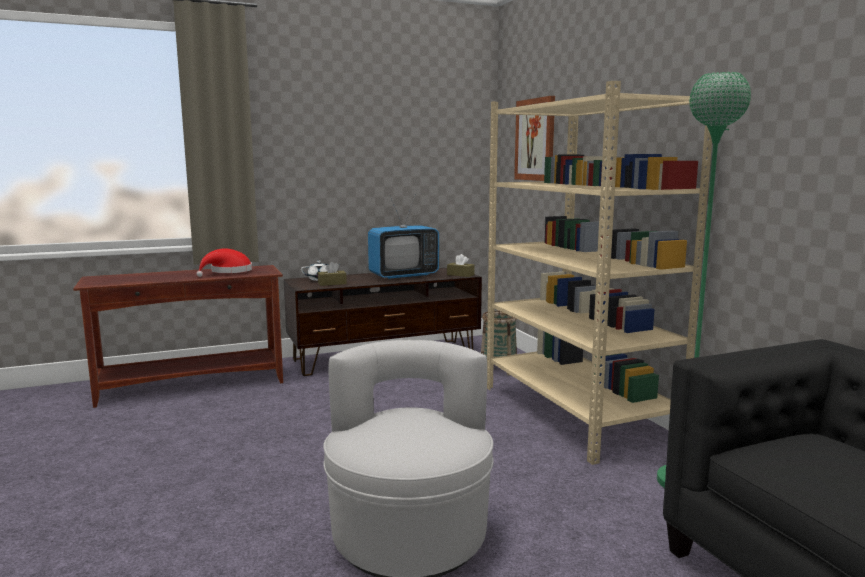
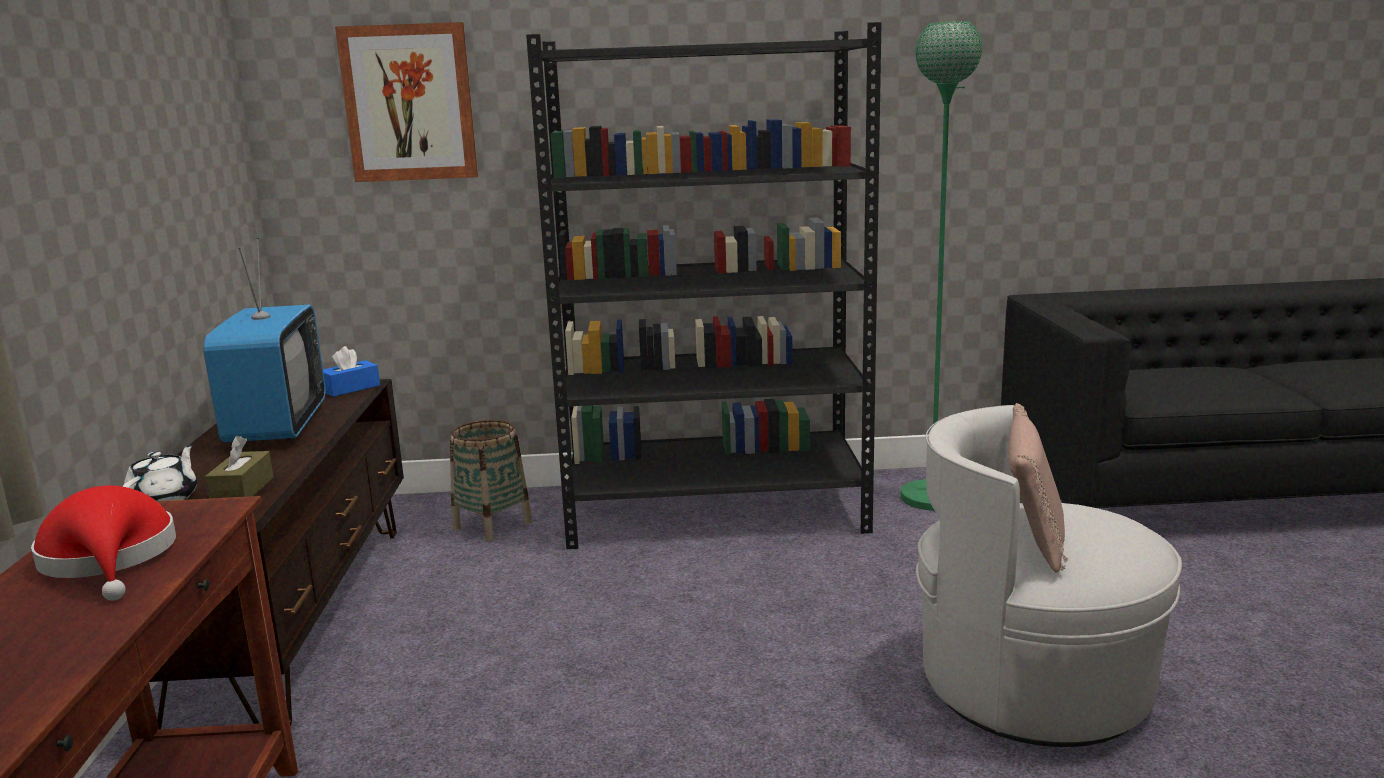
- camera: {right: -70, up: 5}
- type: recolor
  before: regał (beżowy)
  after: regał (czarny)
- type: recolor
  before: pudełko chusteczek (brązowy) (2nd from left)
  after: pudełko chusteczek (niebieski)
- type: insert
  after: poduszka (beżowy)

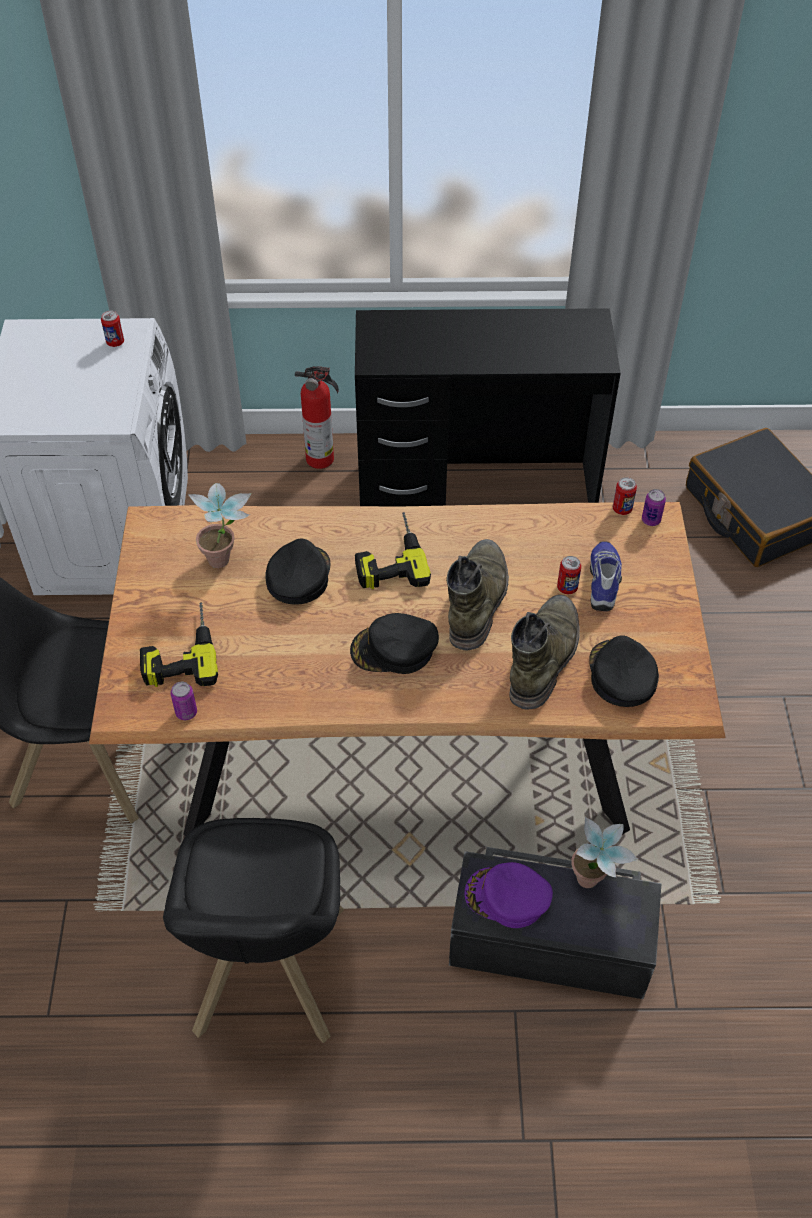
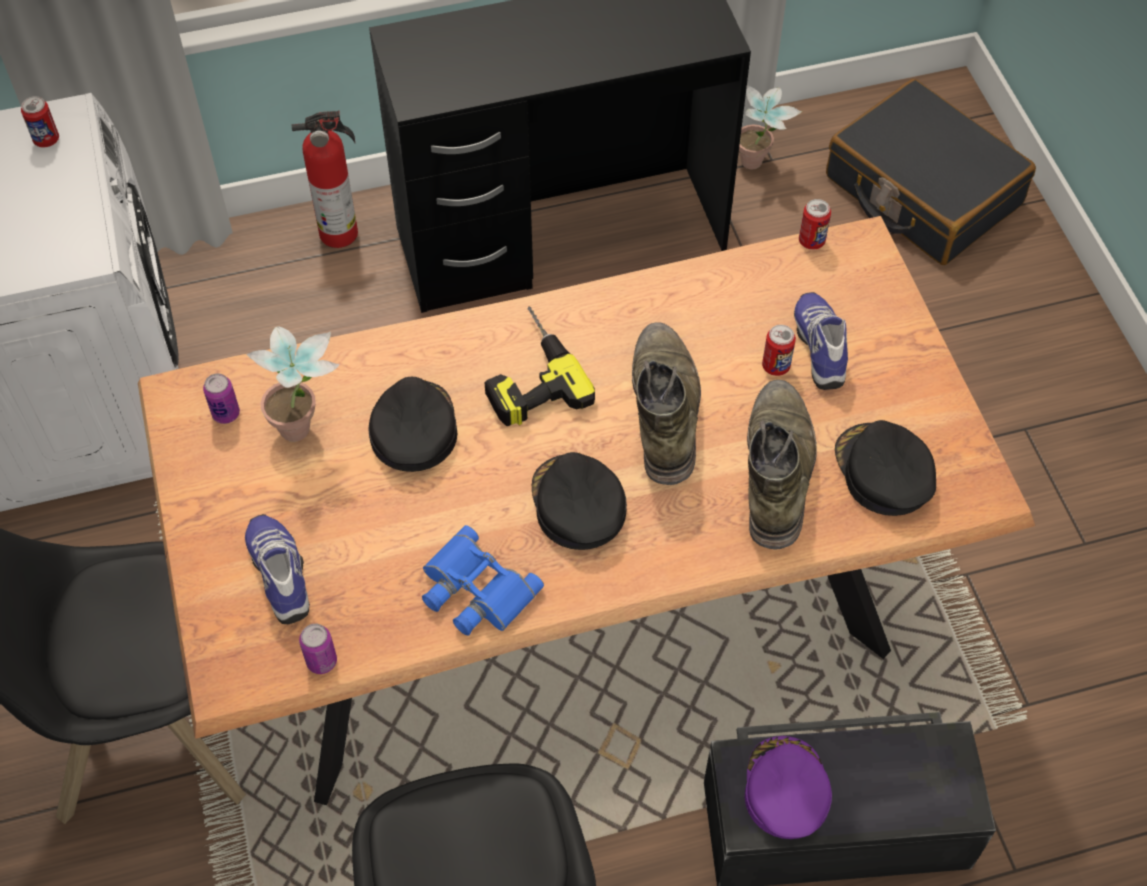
- camera: {right: -15, up: 5}
- type: move
  before: puszka (5th from left in the first image)
  after: puszka (2nd from left)
- type: replace
  before: wiertarka (1st from left)
  after: but (1st from left)
- type: rotate
  before: czapka z daszkiem (czarny) (2nd from left)
  turn: 90
- type: move
  before: roślina doniczkowa (2nd from left)
- type: rotate
  before: czapka z daszkiem (fioletowy)
  turn: 90
- type: insert
  after: lornetka (niebieski)

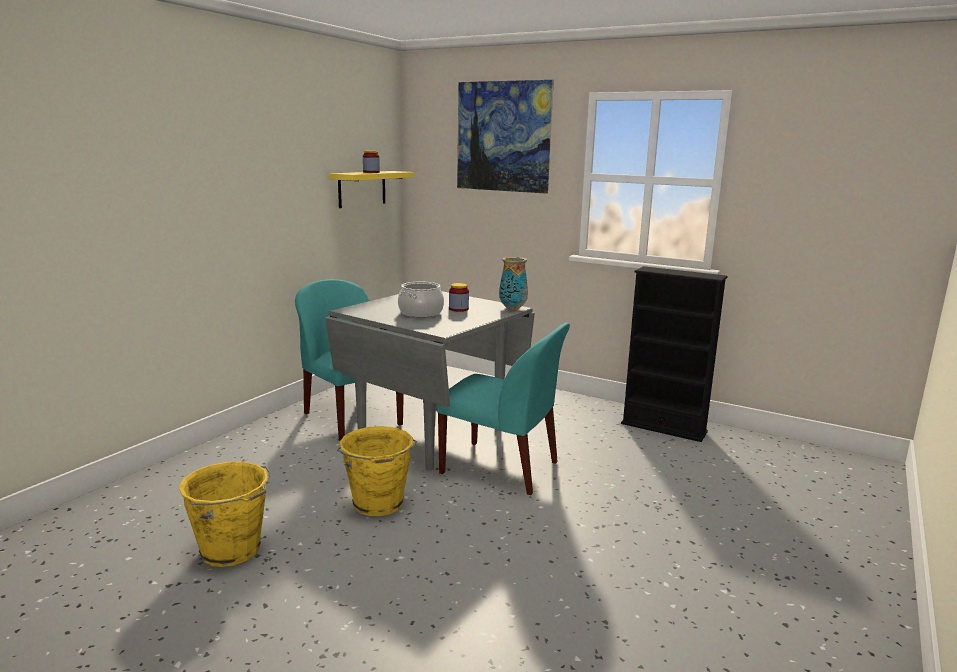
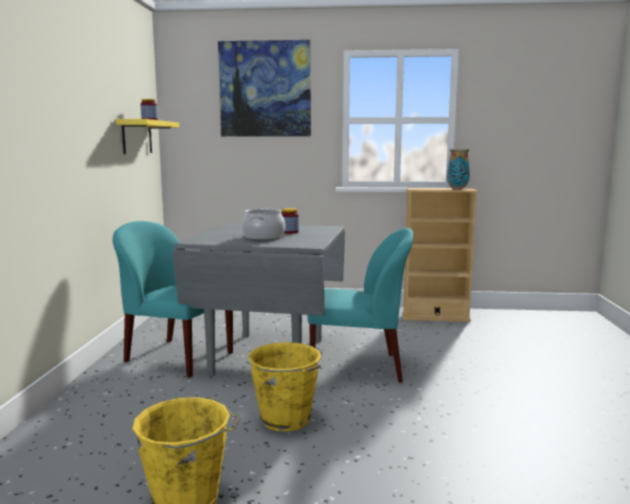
- camera: {right: -25, up: -5}
- type: move
  before: wazon
- type: recolor
  before: regał (czarny)
  after: regał (beżowy)

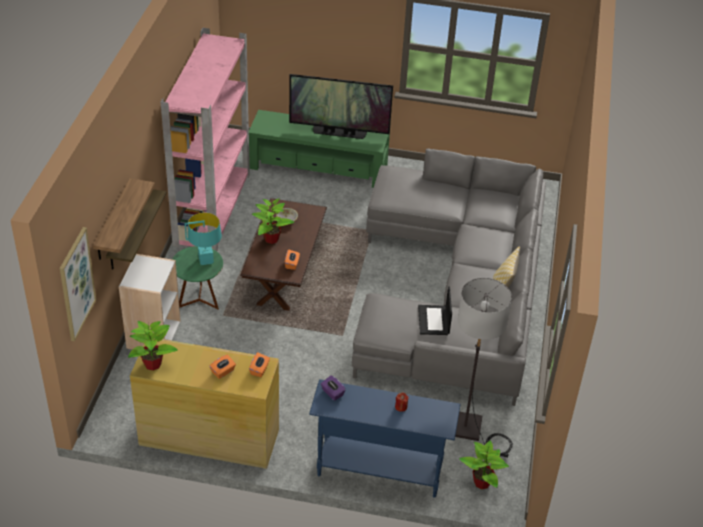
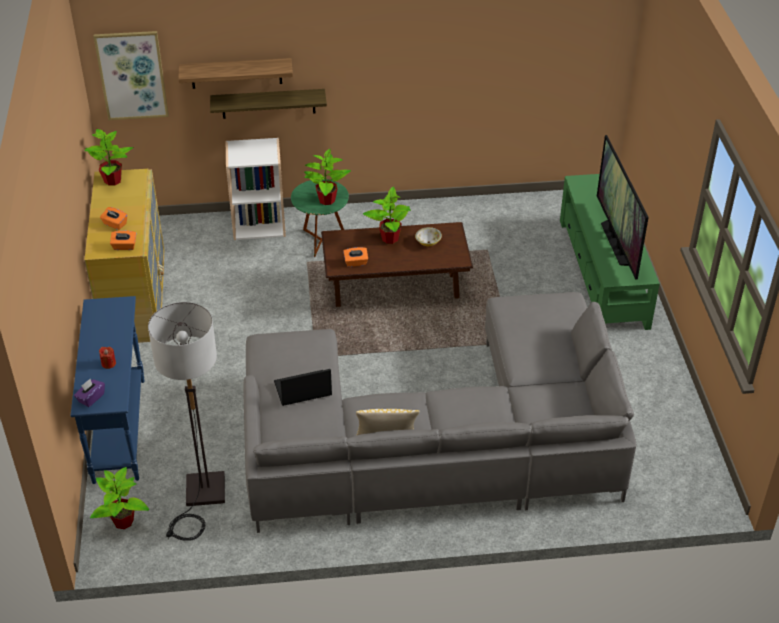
- camera: {right: 75, up: 0}
- type: delete
  before: regał (różowy)
- type: replace
  before: lampa stołowa (turkusowy)
  after: roślina doniczkowa (3rd from left)
- type: move
  before: pudełko chusteczek (fioletowy)

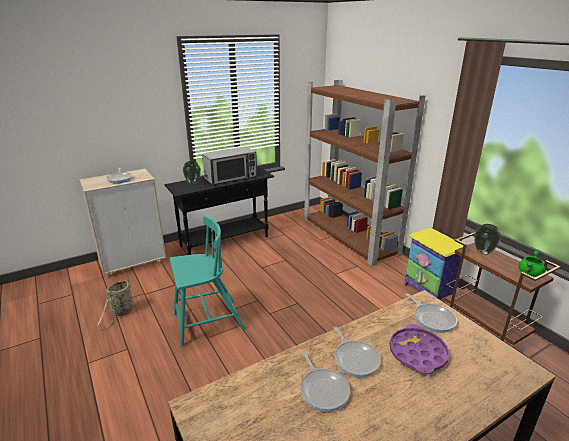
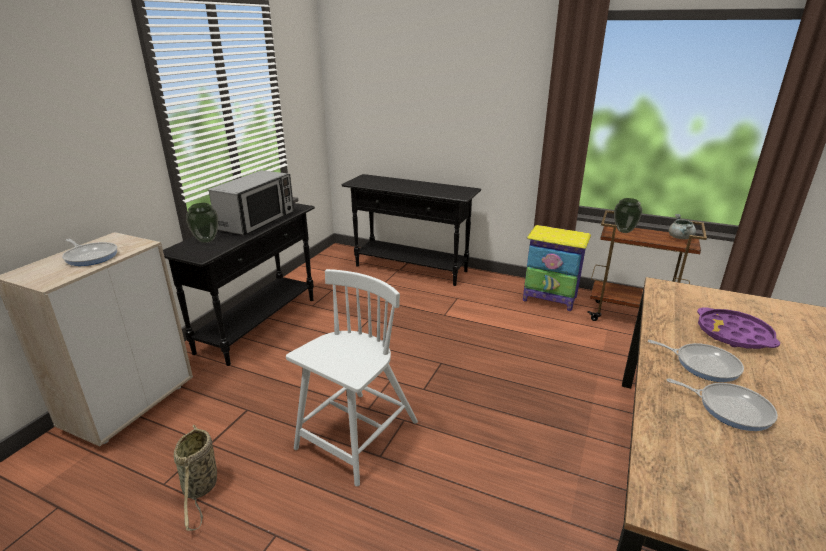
- camera: {right: -35, up: 0}
- type: replace
  before: regał (brązowy)
  after: stolik konsolowy (czarny) (2nd from left)
- type: recolor
  before: krzesło (turkusowy)
  after: krzesło (biały)
- type: recolor
  before: garnek (zielony)
  after: garnek (szary)
- type: delete
  before: patelnia (4th from left)

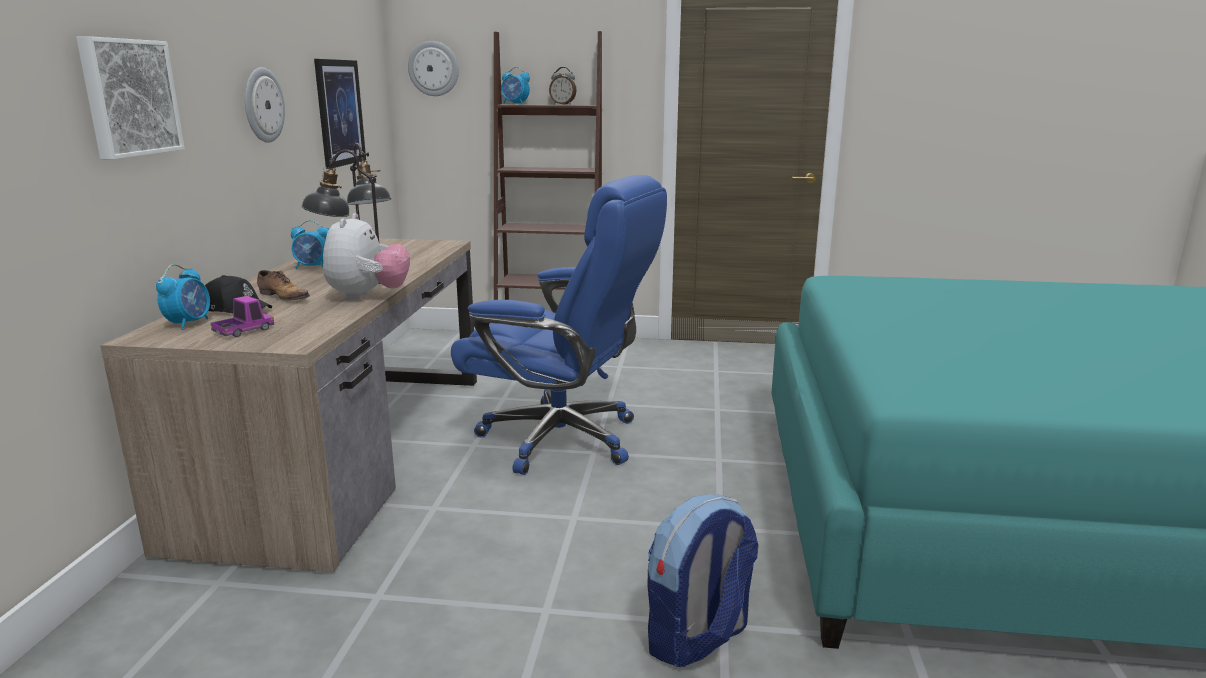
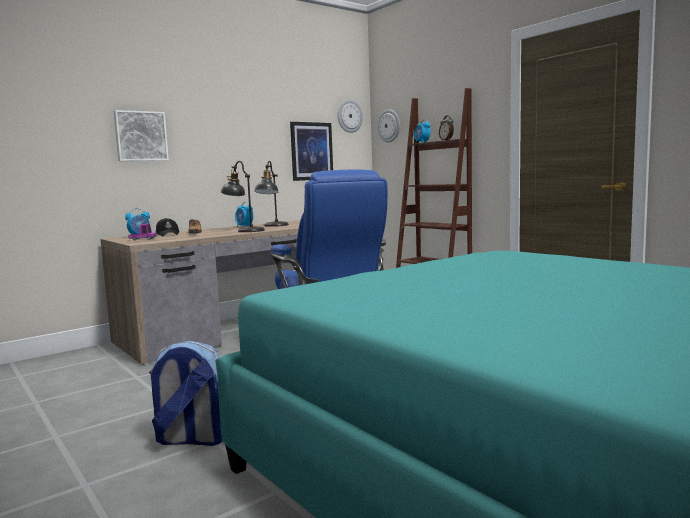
- camera: {right: 45, up: -10}
- type: move
  before: zegar ścienny (1st from left)
- type: delete
  before: pluszak

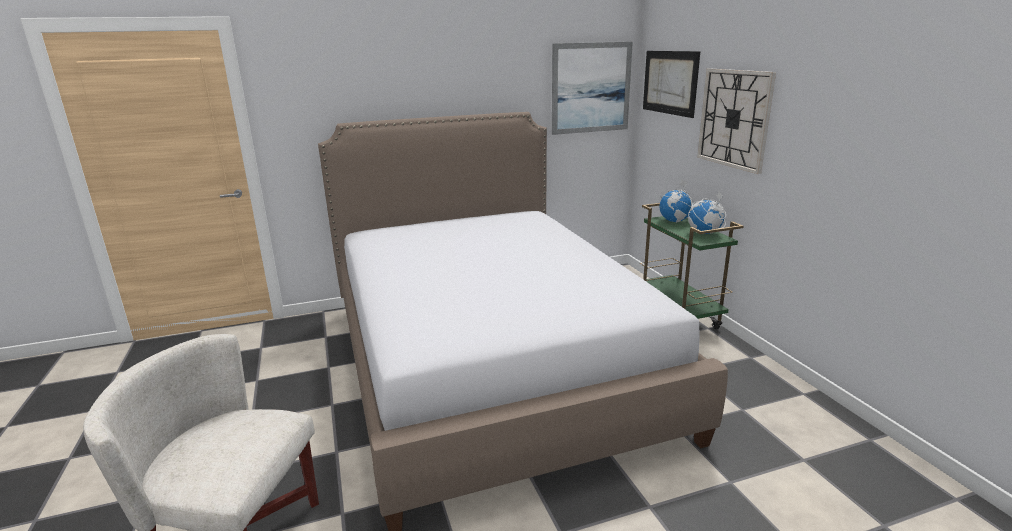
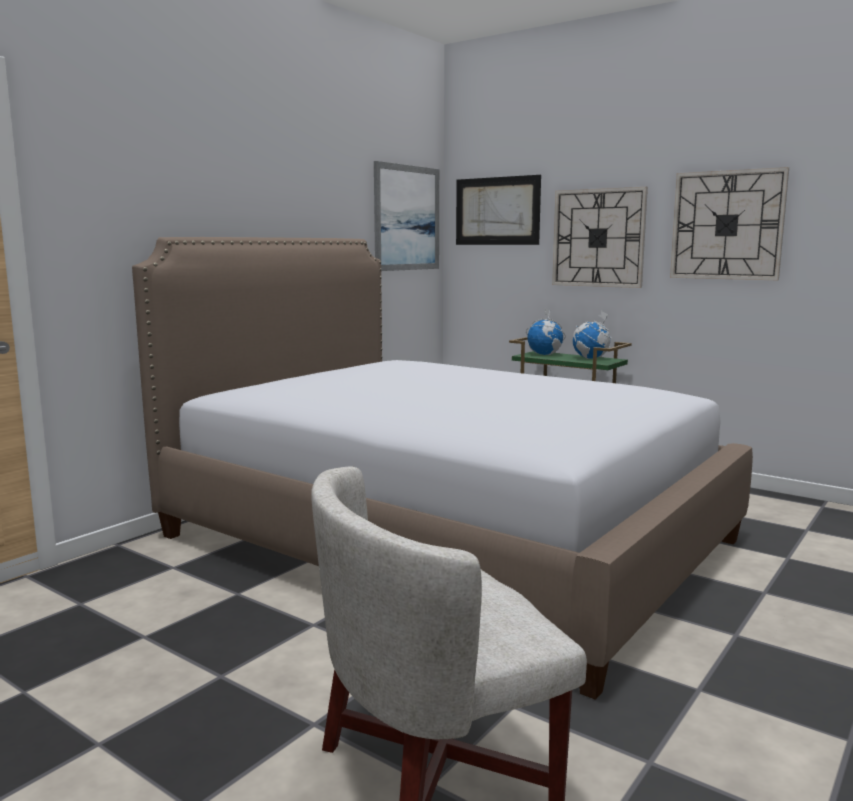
- camera: {right: -35, up: -10}
- type: insert
  after: zegar ścienny (2nd from left)

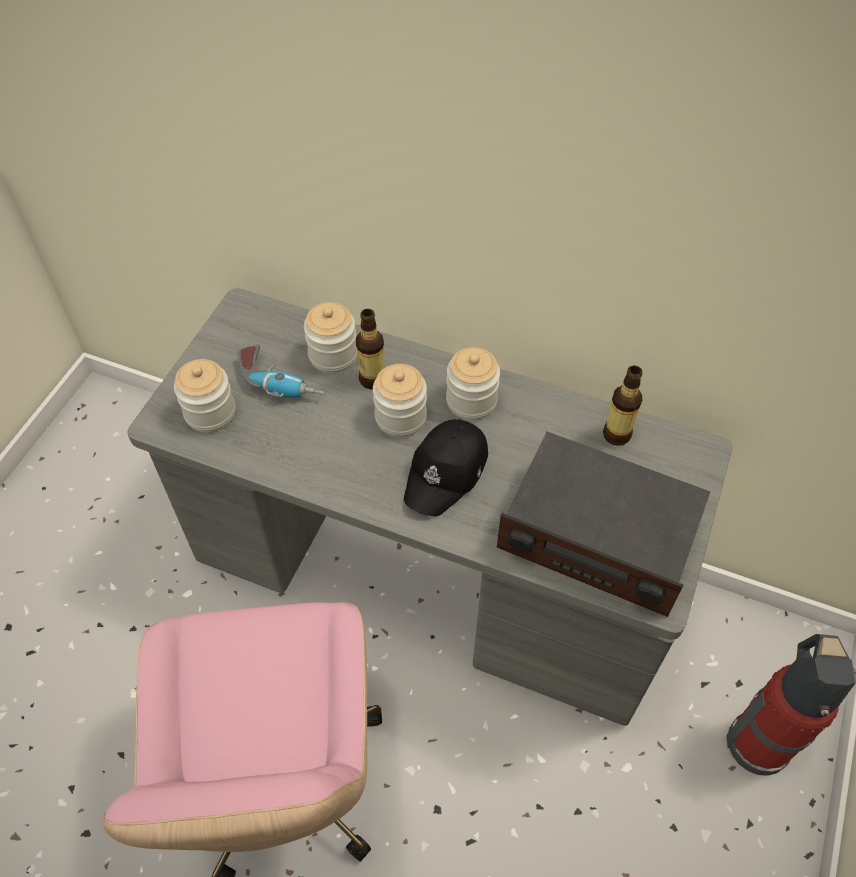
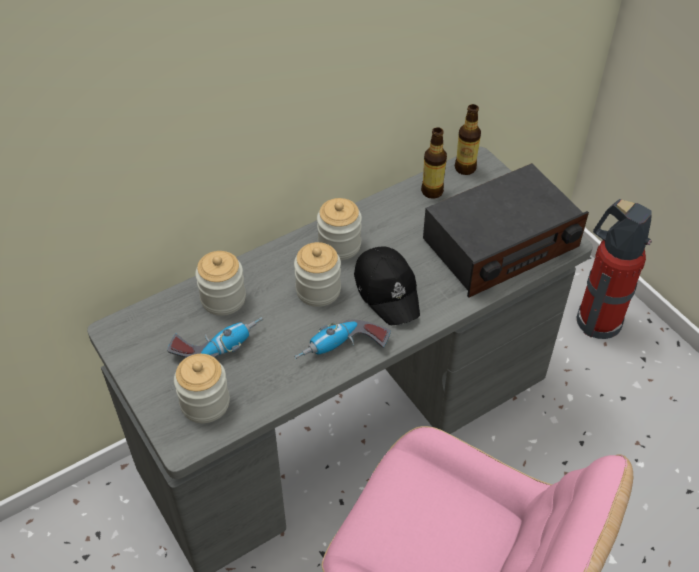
- camera: {right: -55, up: -5}
- type: move
  before: butelka (1st from left in the first image)
  after: butelka (2nd from left)
- type: insert
  after: wiertarka (2nd from left)

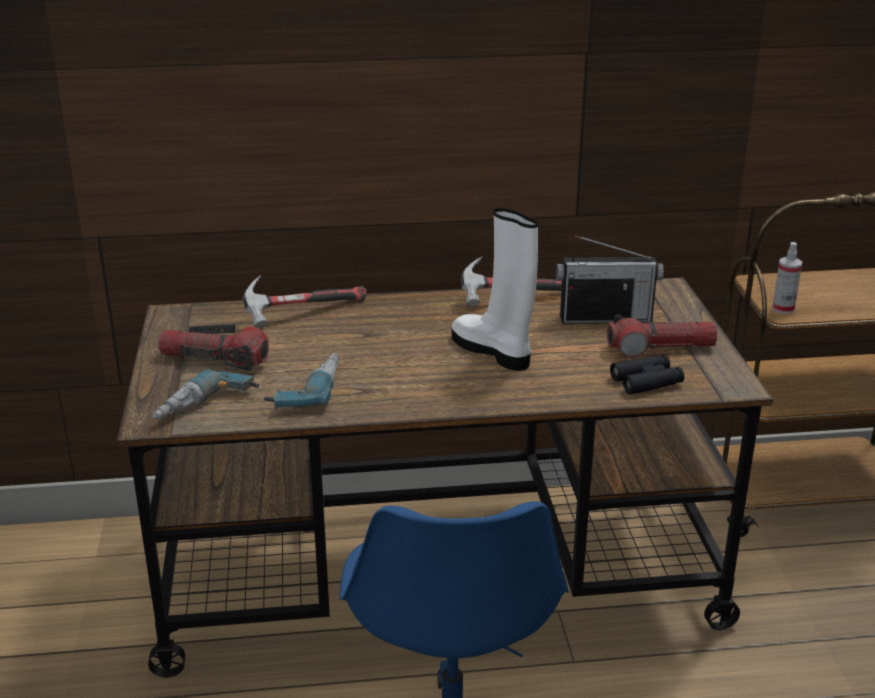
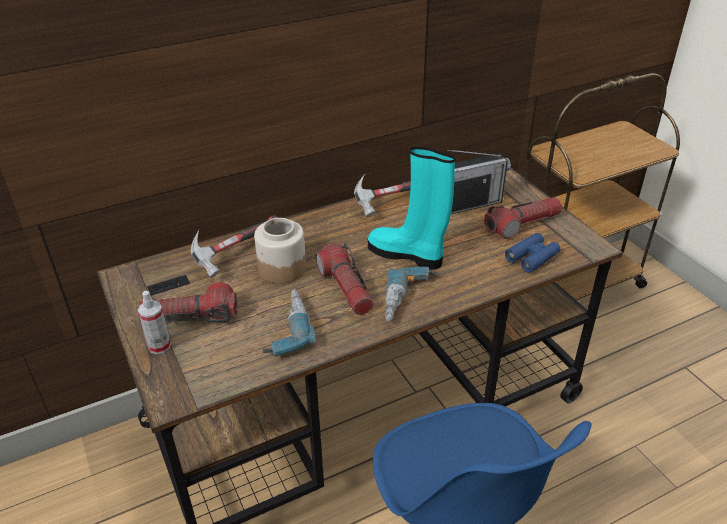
- camera: {right: -20, up: 10}
- type: recolor
  before: but z cholewką (biały)
  after: but z cholewką (turkusowy)
- type: move
  before: spryskiwacz
- type: recolor
  before: lornetka (czarny)
  after: lornetka (niebieski)
- type: move
  before: wiertarka (1st from left in the first image)
  after: wiertarka (2nd from left)
- type: insert
  after: słoik
- type: insert
  after: latarka (2nd from left)

